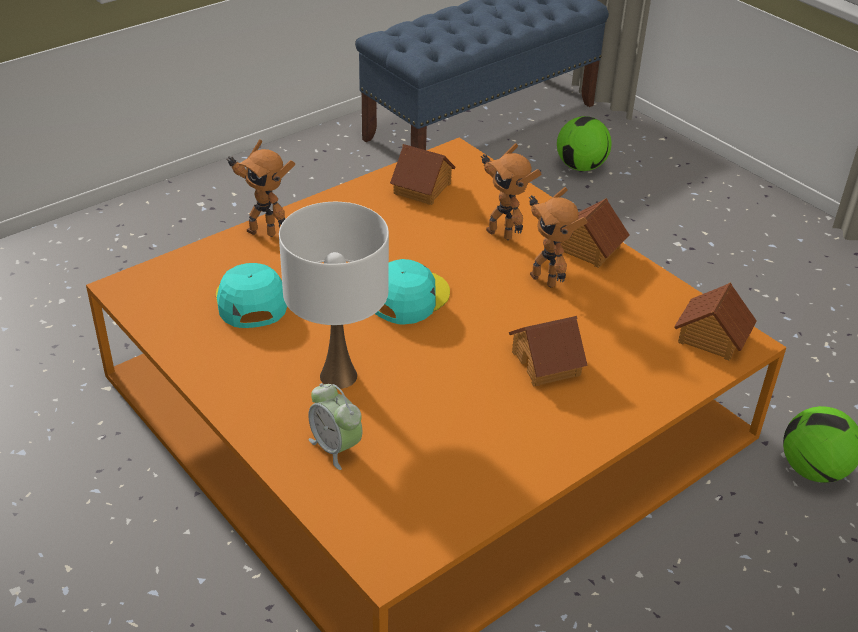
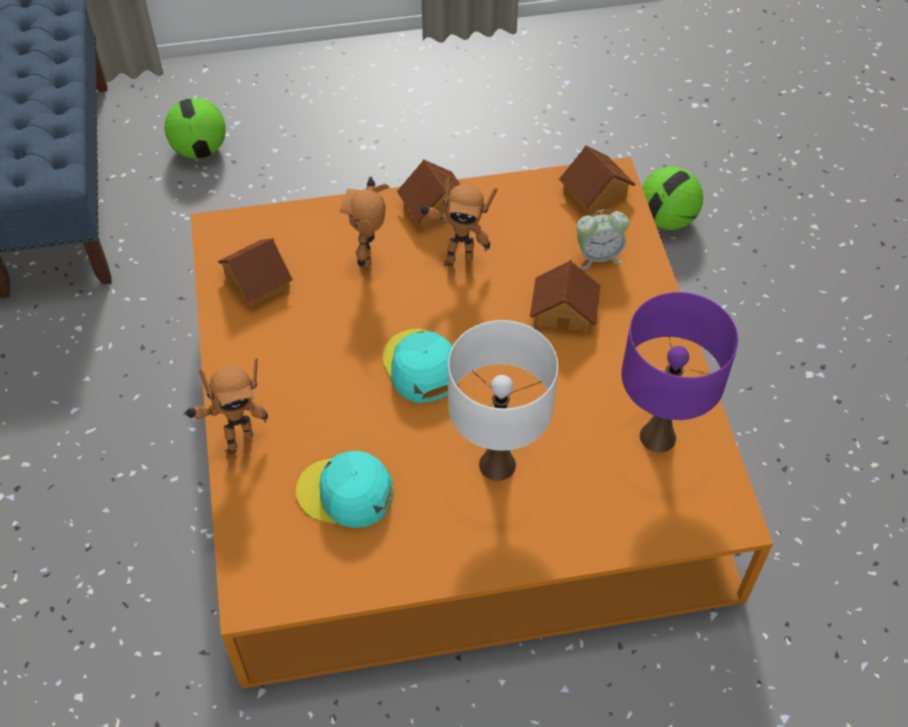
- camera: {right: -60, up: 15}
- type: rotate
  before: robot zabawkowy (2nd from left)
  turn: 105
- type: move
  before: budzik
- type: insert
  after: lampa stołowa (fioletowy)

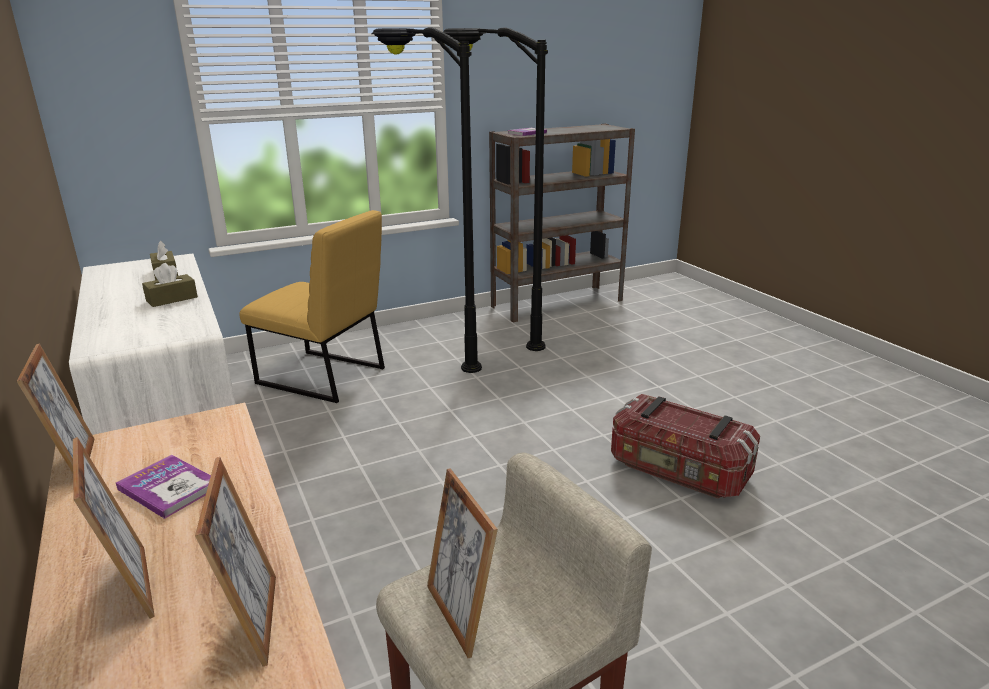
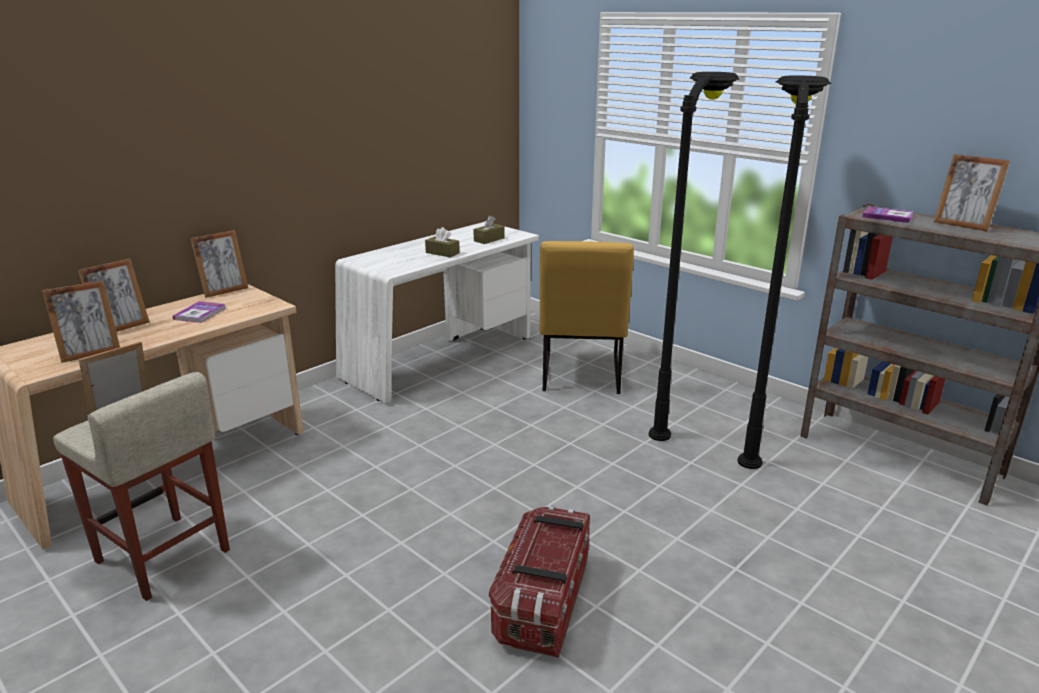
- camera: {right: 70, up: 0}
- type: insert
  after: ramka na zdjęcie (5th from left)

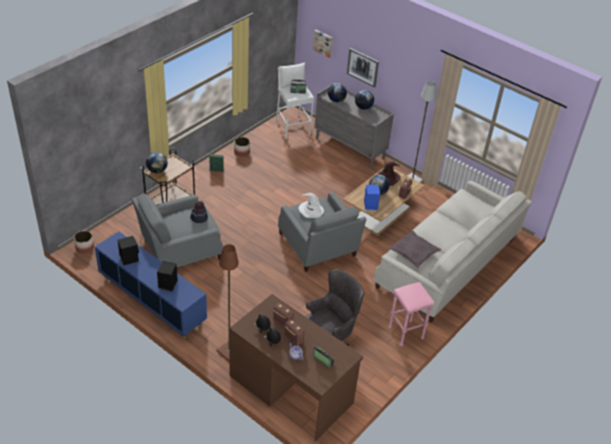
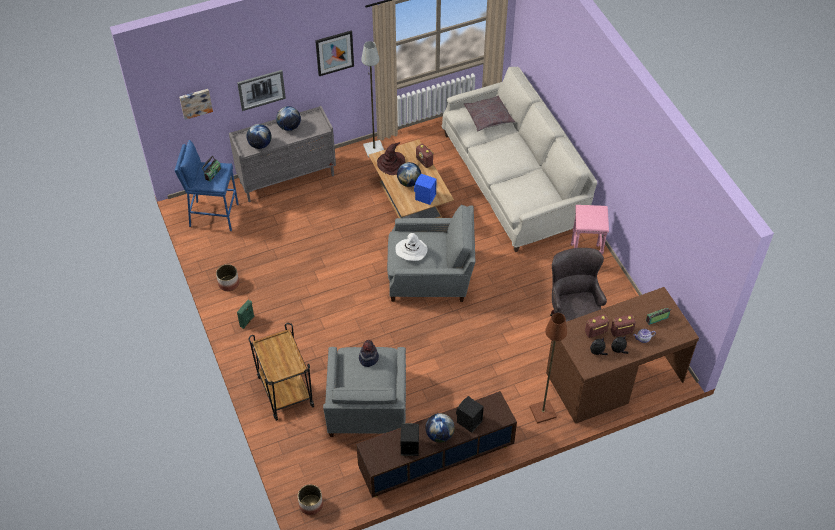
- camera: {right: -60, up: 10}
- type: recolor
  before: stołek (biały)
  after: stołek (niebieski)
- type: move
  before: globus (1st from left in the first image)
  after: globus (4th from left)
- type: move
  before: poduszka (szary)
- type: recolor
  before: szafka pod telewizor (niebieski)
  after: szafka pod telewizor (brązowy)
- type: insert
  after: obraz (3rd from left)

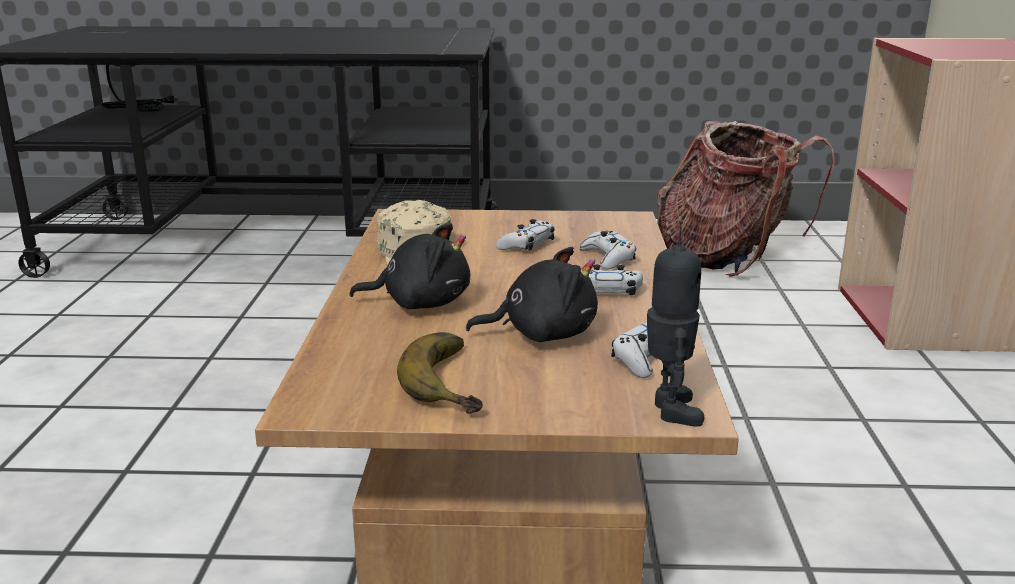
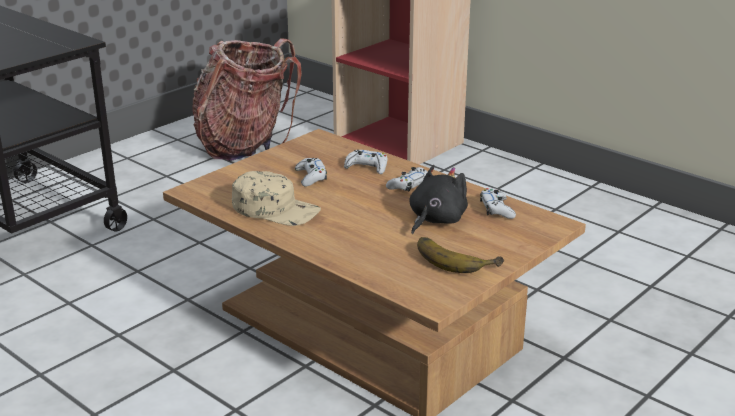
- camera: {right: -50, up: 5}
- type: delete
  before: robot zabawkowy
- type: delete
  before: pluszak (czarny) (1st from left)

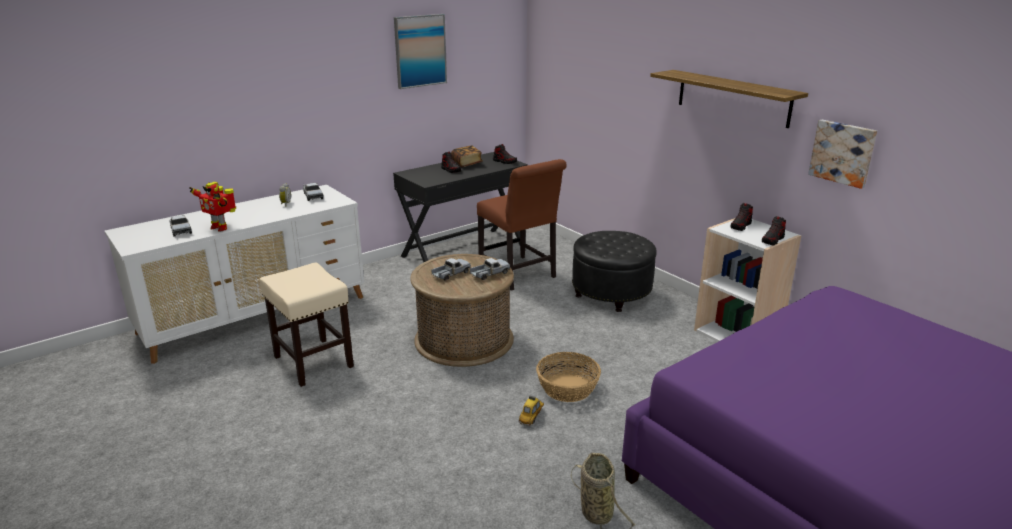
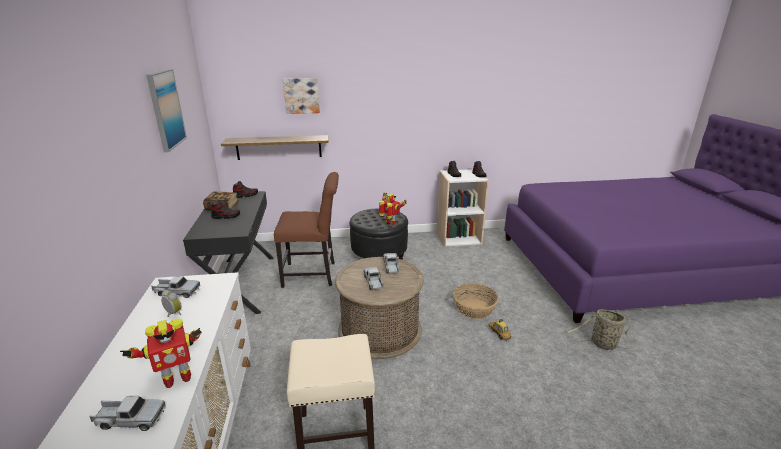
- camera: {right: -60, up: 0}
- type: move
  before: półka
- type: move
  before: obraz (2nd from left)
- type: insert
  after: robot zabawkowy (2nd from left)

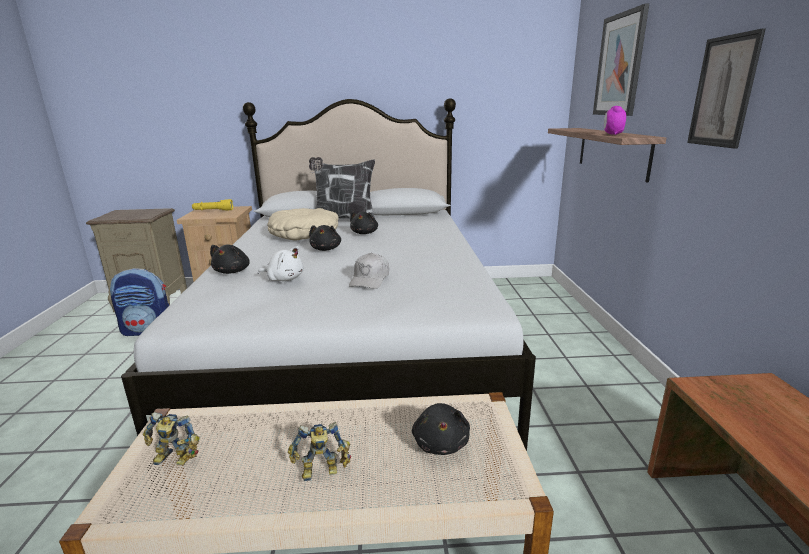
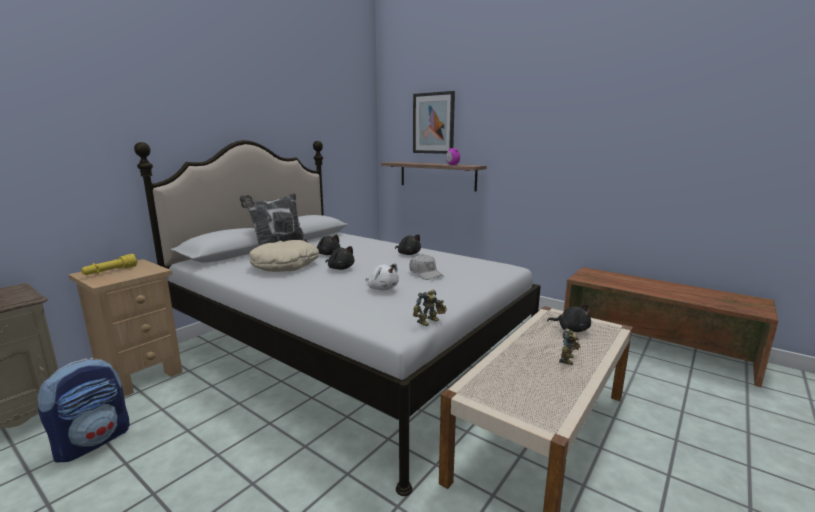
- camera: {right: -50, up: -5}
- type: delete
  before: obraz (2nd from left)
- type: move
  before: pluszak (czarny) (1st from left in the first image)
  after: pluszak (czarny) (3rd from left)
- type: rotate
  before: pluszak (biały)
  turn: 75
- type: move
  before: robot zabawkowy (1st from left)

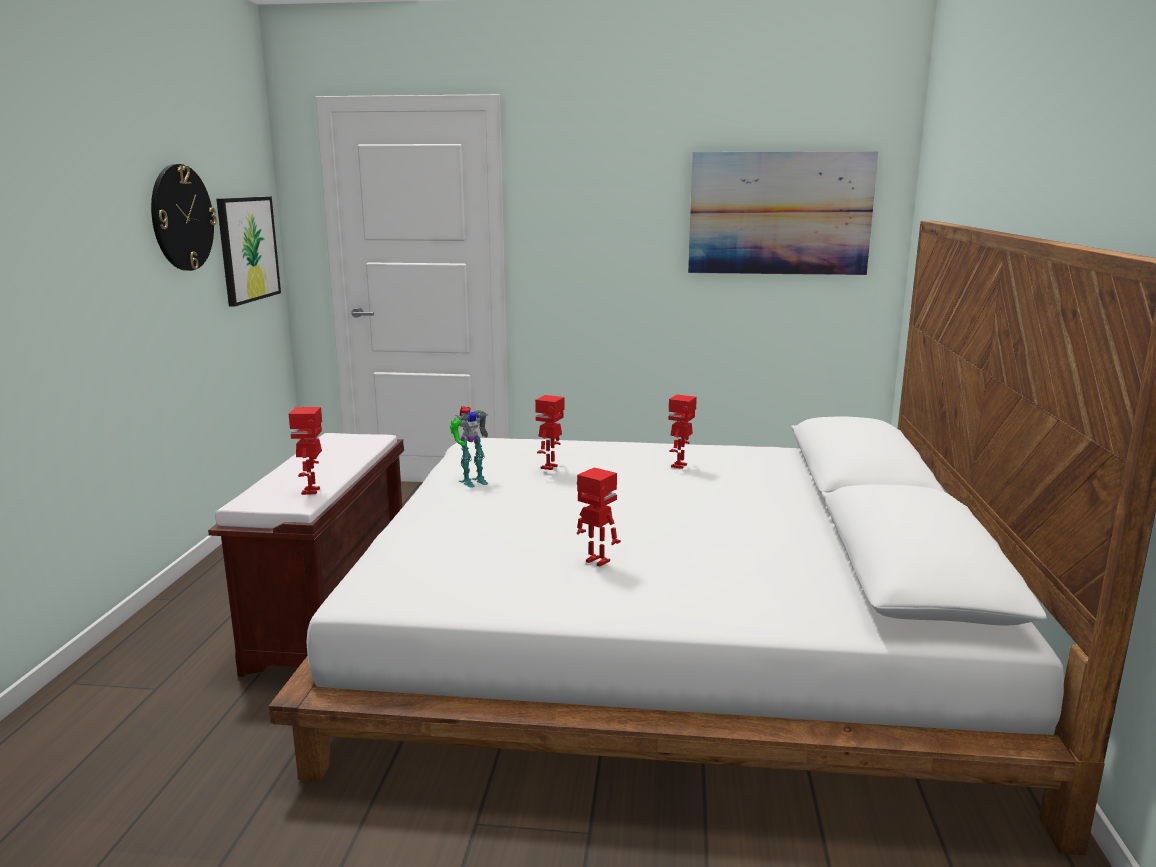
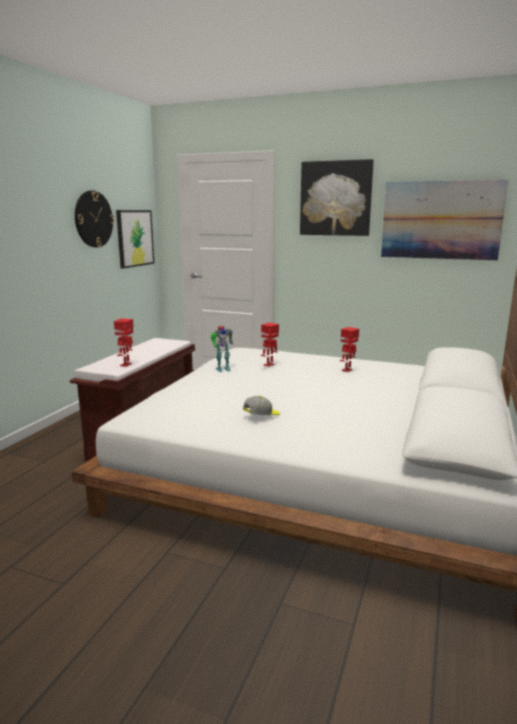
- camera: {right: 15, up: 0}
- type: replace
  before: robot zabawkowy (4th from left)
  after: czapka z daszkiem
- type: insert
  after: obraz (2nd from left)

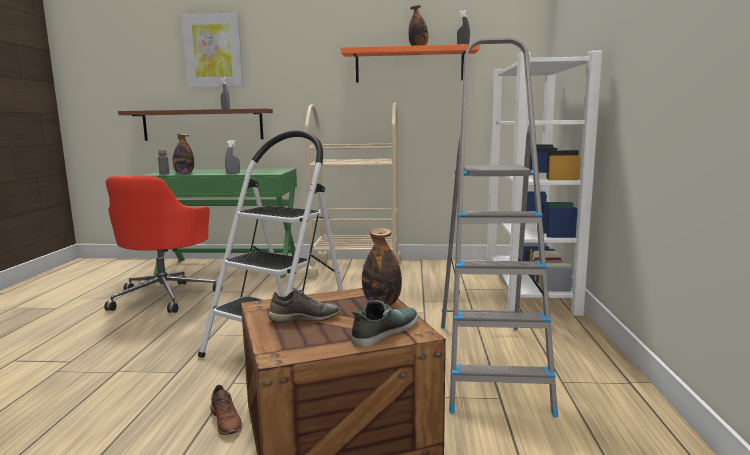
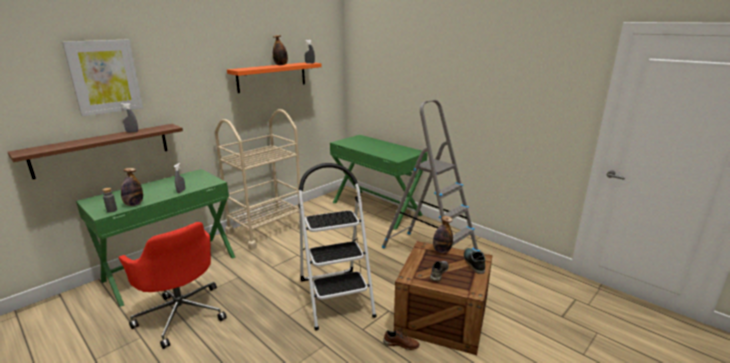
- camera: {right: -50, up: 10}
- type: replace
  before: regał (biały)
  after: biurko (zielony) (2nd from left)

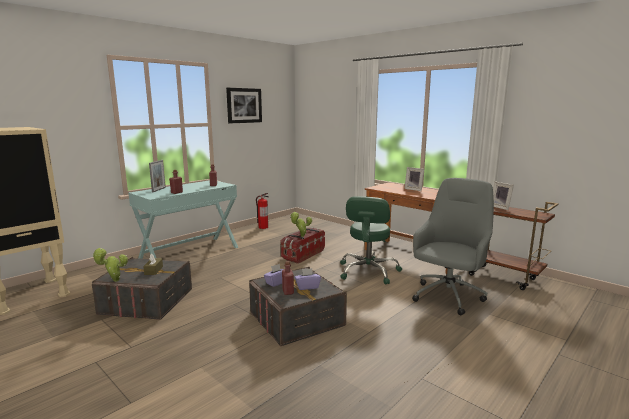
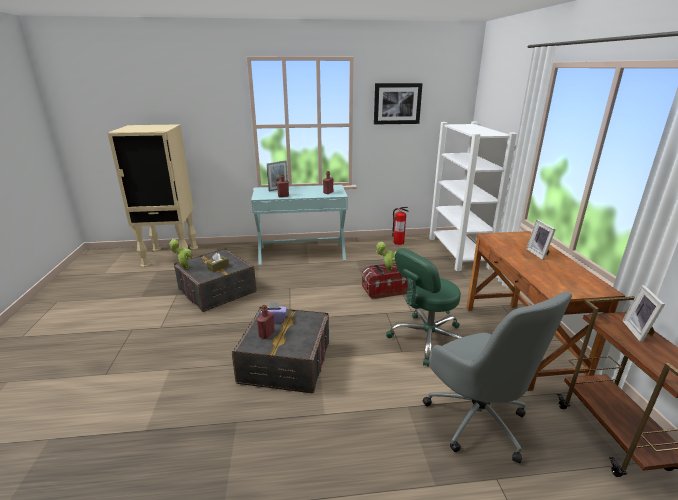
- camera: {right: 40, up: 10}
- type: rotate
  before: krzesło biurowe (szary)
  turn: 75
- type: delete
  before: pudełko chusteczek (fioletowy) (2nd from left)
- type: insert
  after: regał (biały)

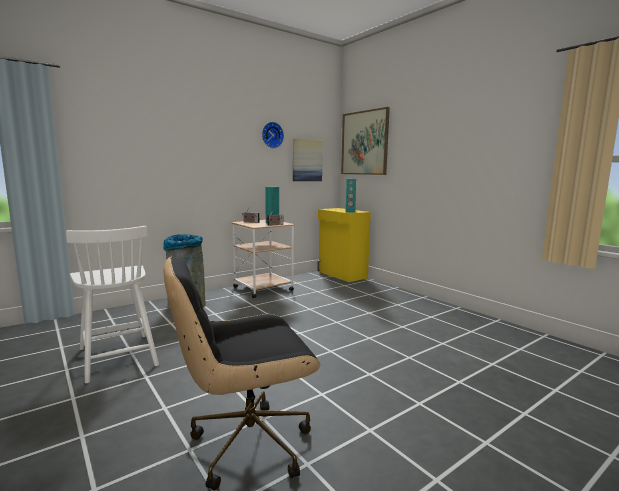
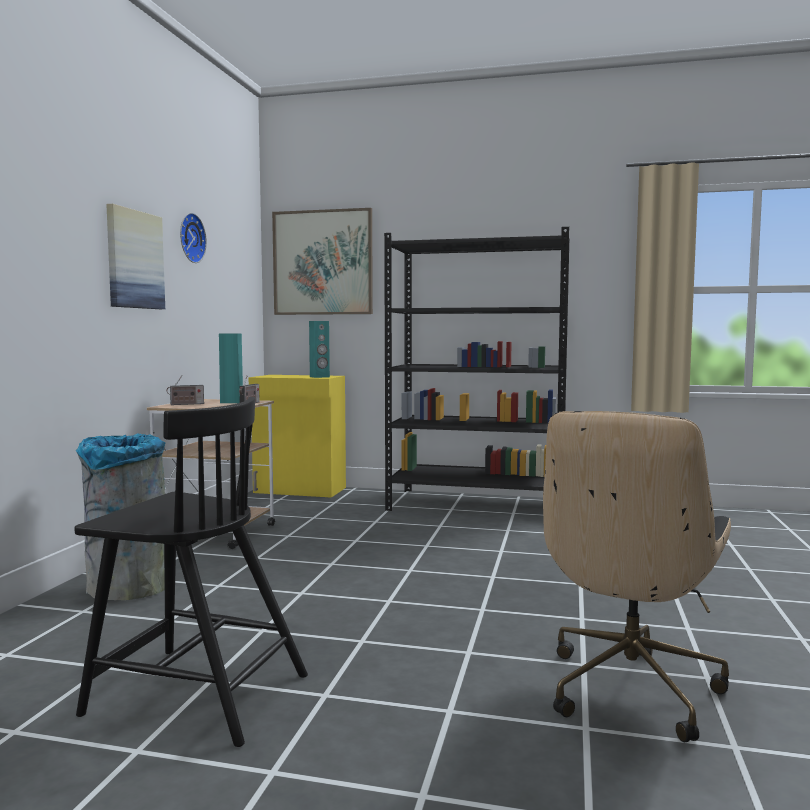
- camera: {right: -40, up: -5}
- type: move
  before: obraz (1st from left)
- type: recolor
  before: krzesło (biały)
  after: krzesło (czarny)
- type: insert
  after: regał (czarny)

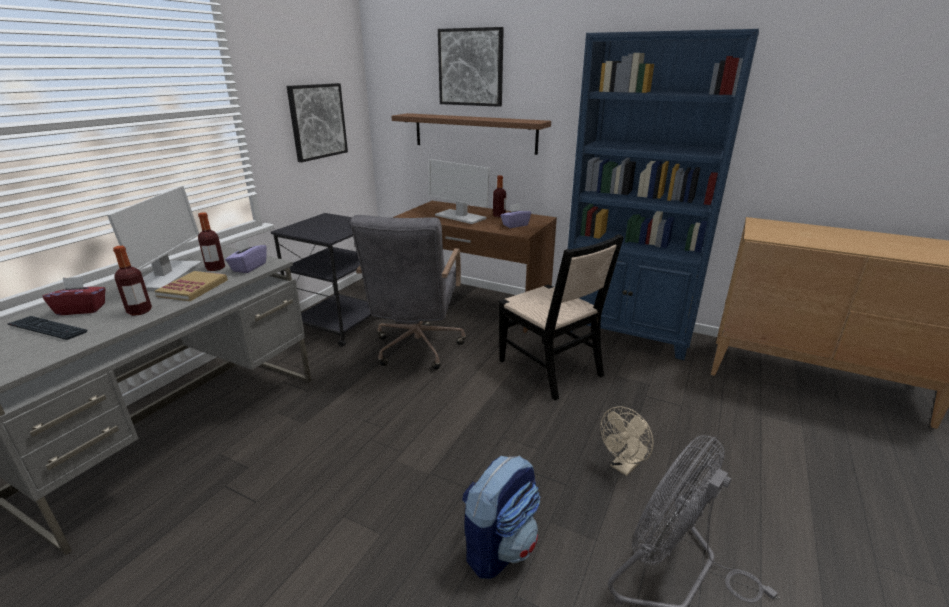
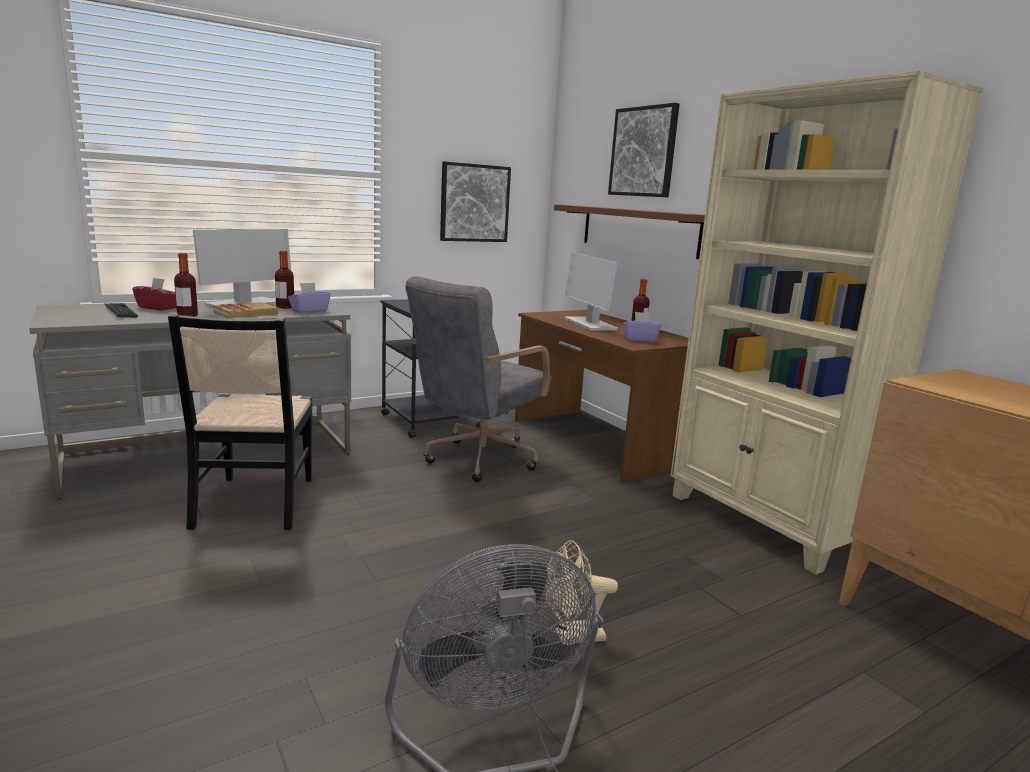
- camera: {right: 30, up: -10}
- type: recolor
  before: regał (niebieski)
  after: regał (beżowy)
- type: move
  before: krzesło
- type: delete
  before: plecak

